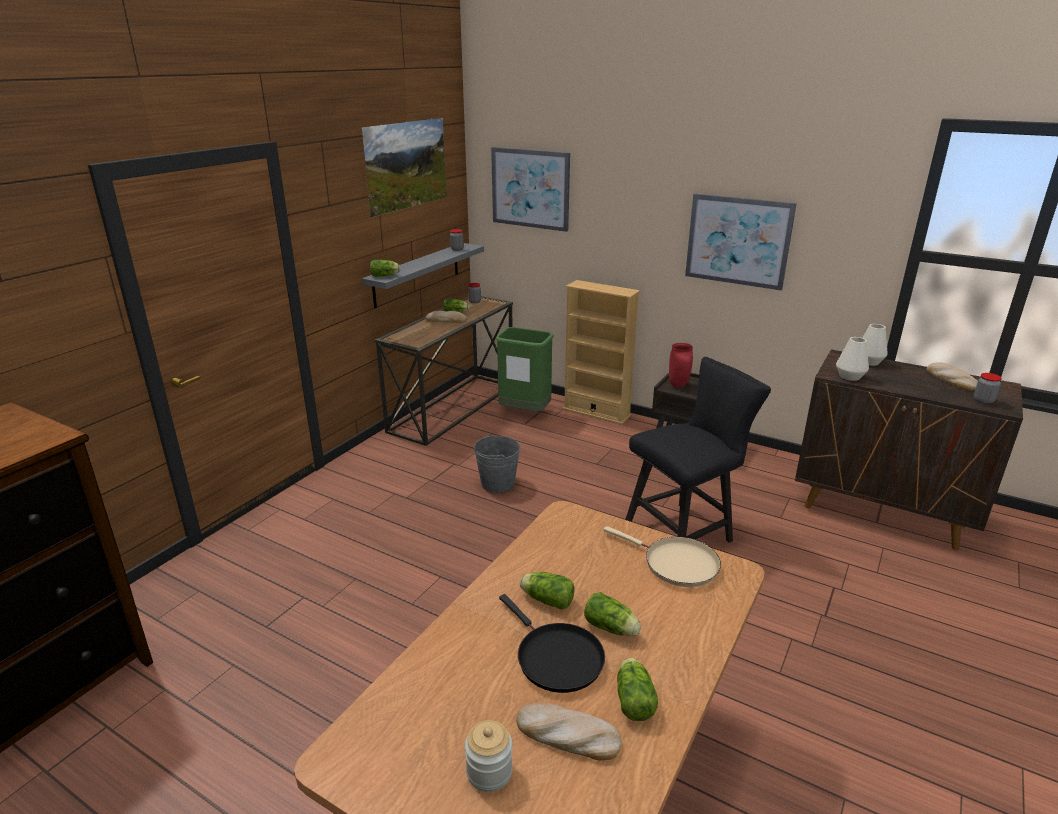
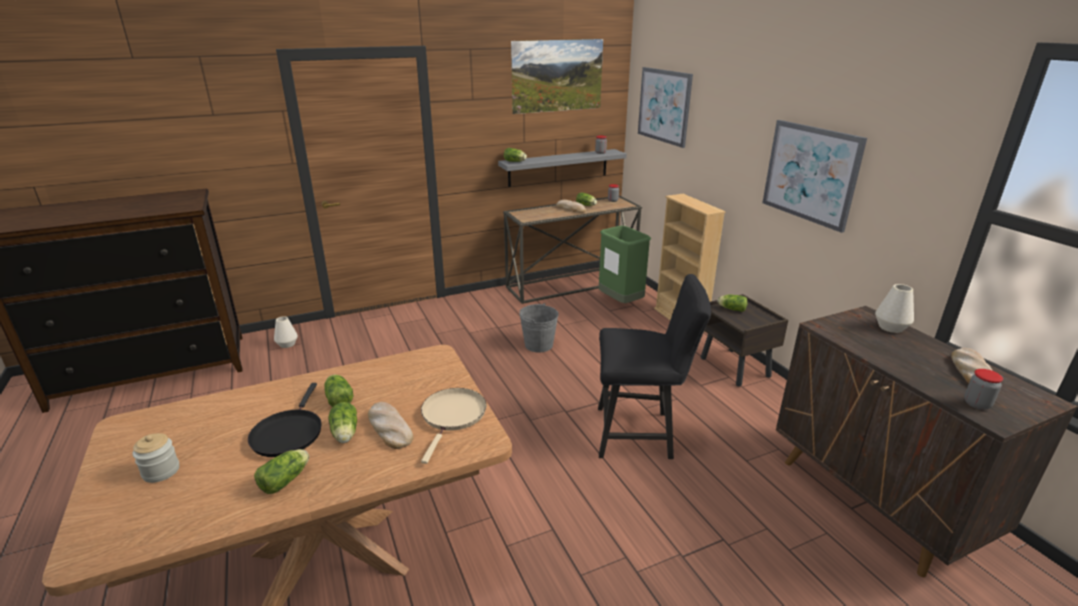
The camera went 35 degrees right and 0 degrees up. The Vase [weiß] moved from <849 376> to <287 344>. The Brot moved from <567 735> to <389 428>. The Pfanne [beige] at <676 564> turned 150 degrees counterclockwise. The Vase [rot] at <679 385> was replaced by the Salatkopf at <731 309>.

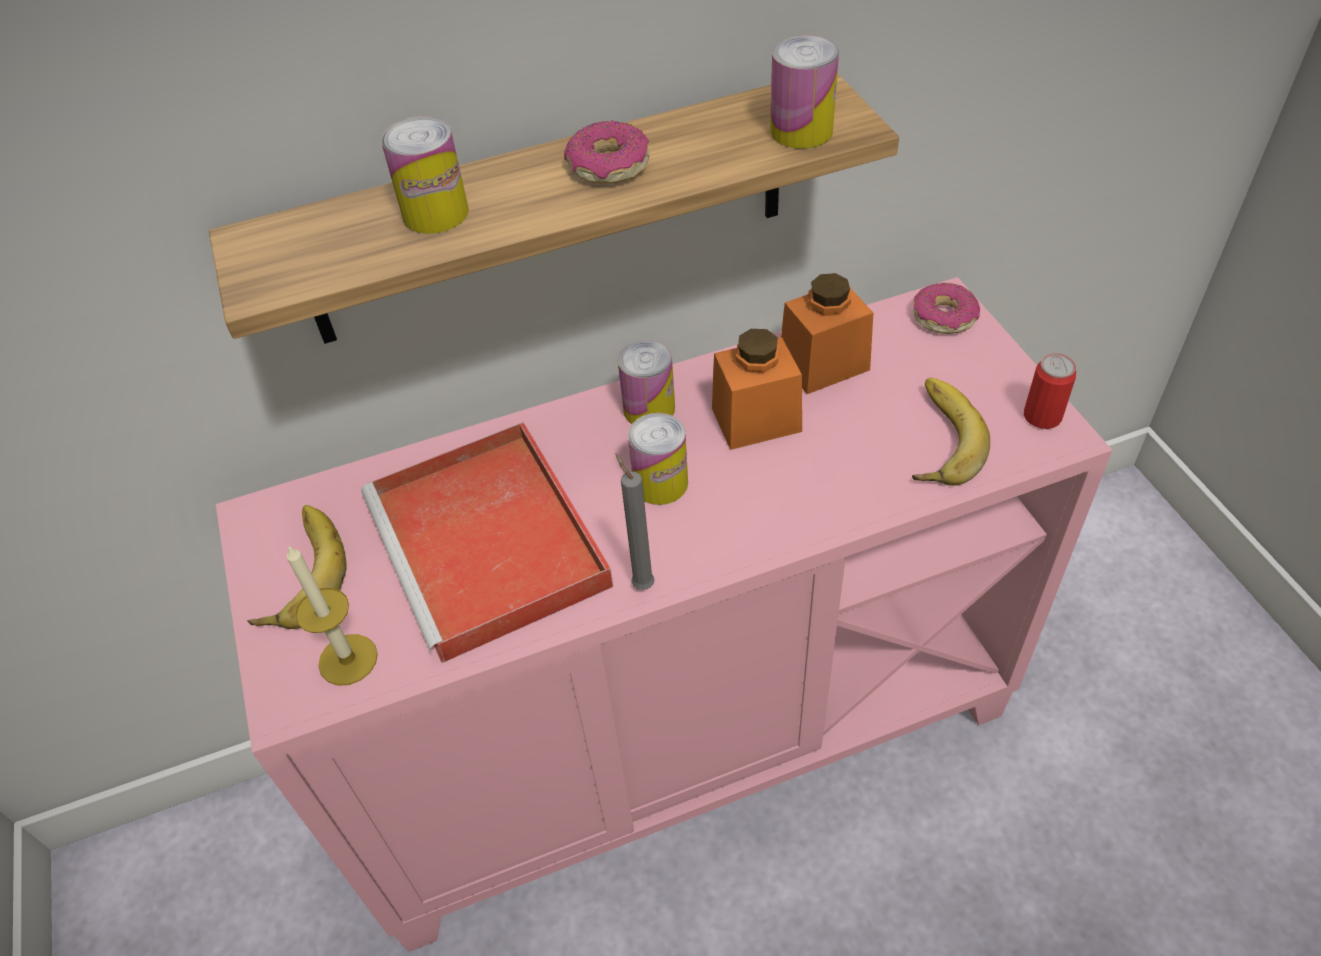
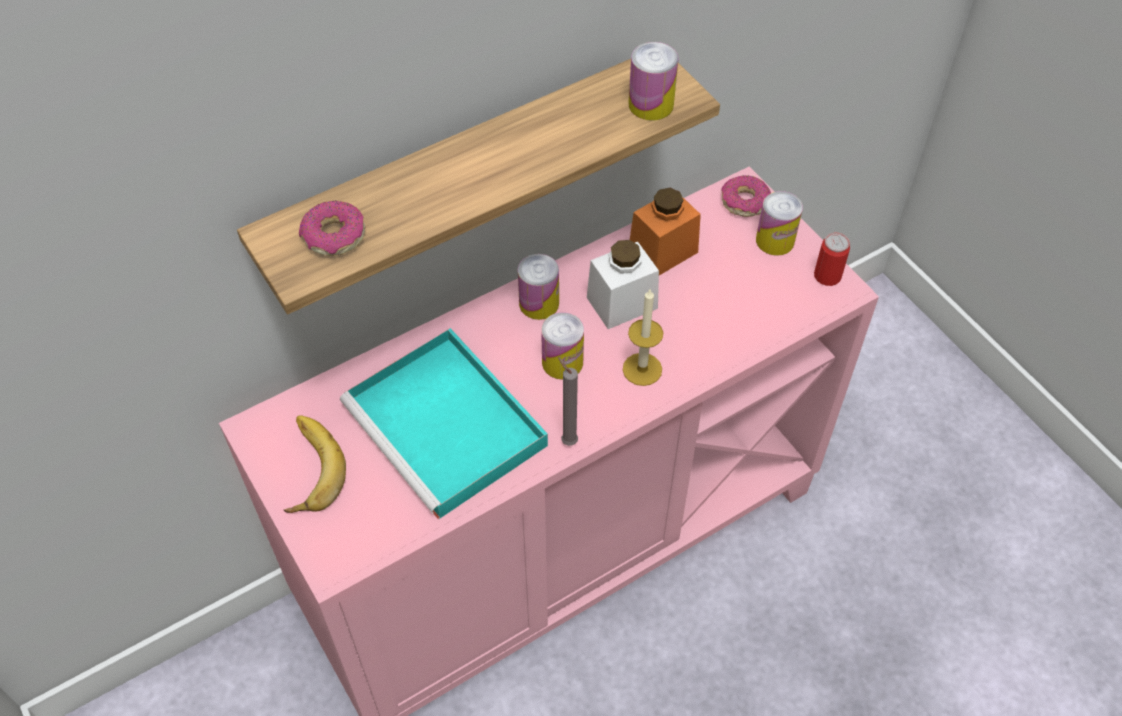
The camera went 15 degrees left and 5 degrees up. The Donut moved from <608 166> to <334 236>. The Tablett [rot] at <491 546> became the Tablett [türkis] at <448 427>. The Vorratsglas [orange] at <756 420> became the Vorratsglas [weiß] at <622 303>. The Kerze moved from <348 659> to <642 369>. The Dose moved from <435 213> to <775 240>. The Banane at <935 439> disappeared.

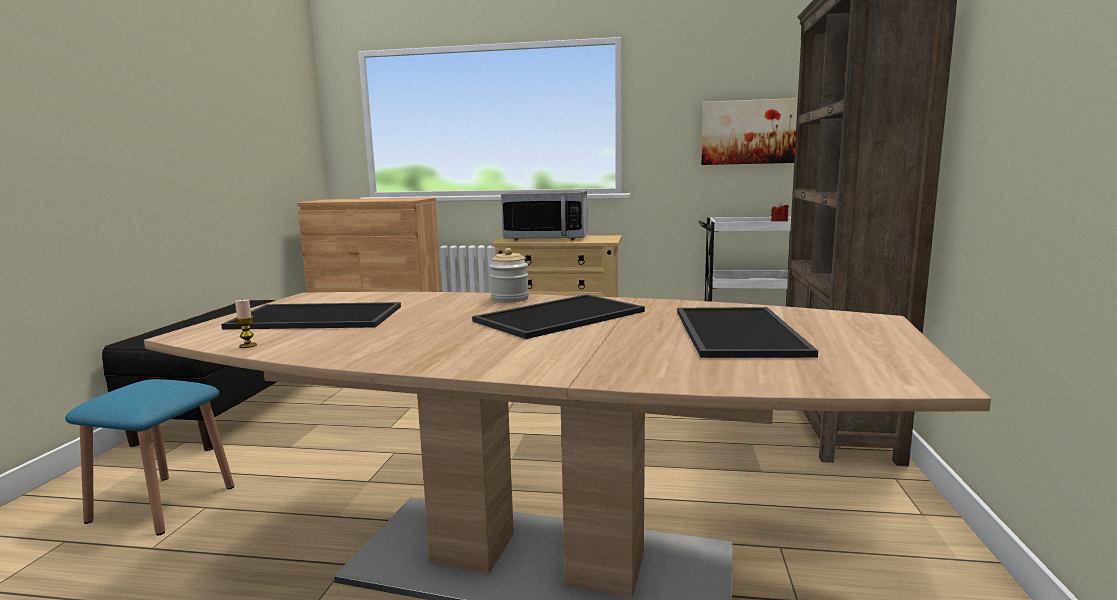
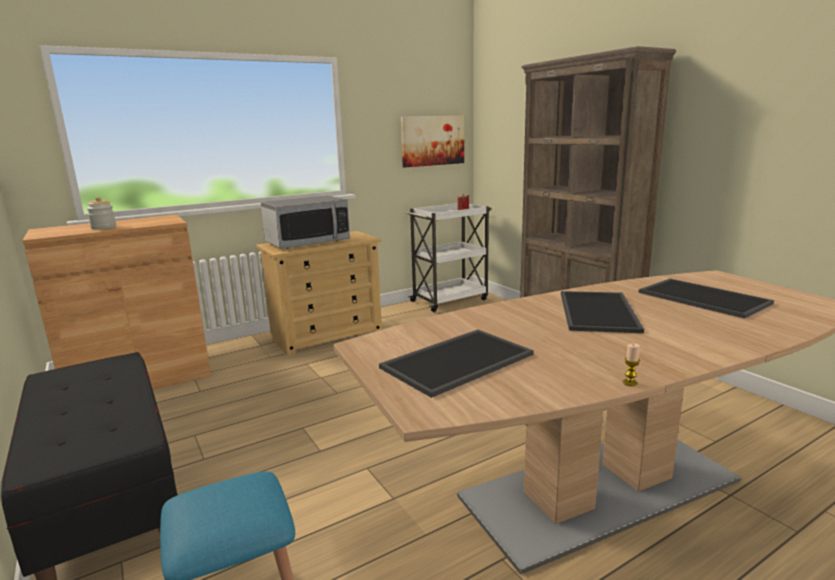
The camera went 40 degrees left and 5 degrees up. The Vorratsglas moved from <510 299> to <104 227>. The Kerze moved from <248 346> to <630 383>.

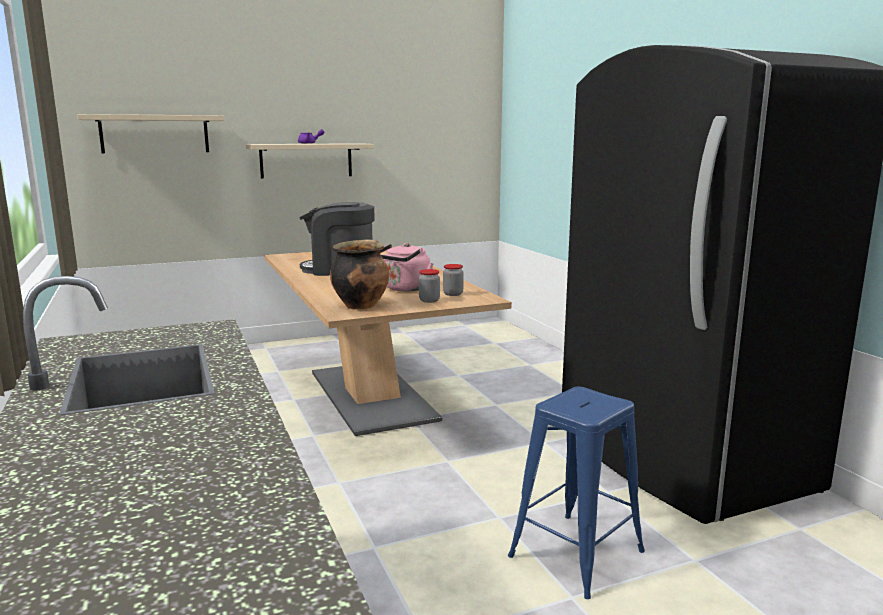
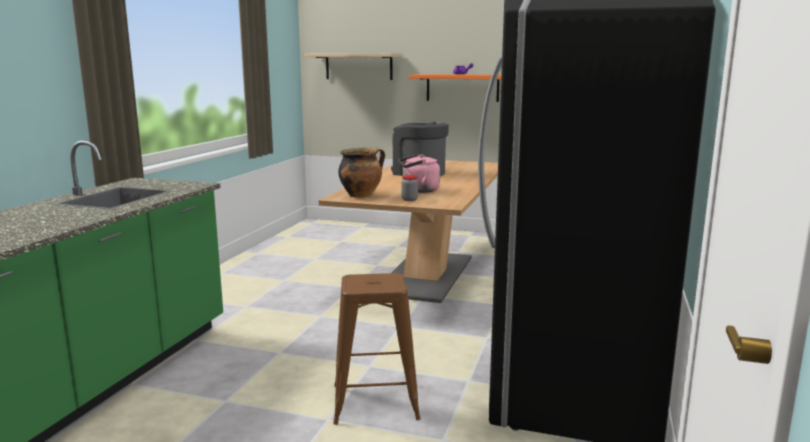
The camera went 40 degrees right and 0 degrees up. The Hocker [blau] at <576 554> became the Hocker [braun] at <375 402>. The Wandregal [beige] at <306 160> became the Wandregal [orange] at <462 87>. The Vorratsglas at <453 294> disappeared.

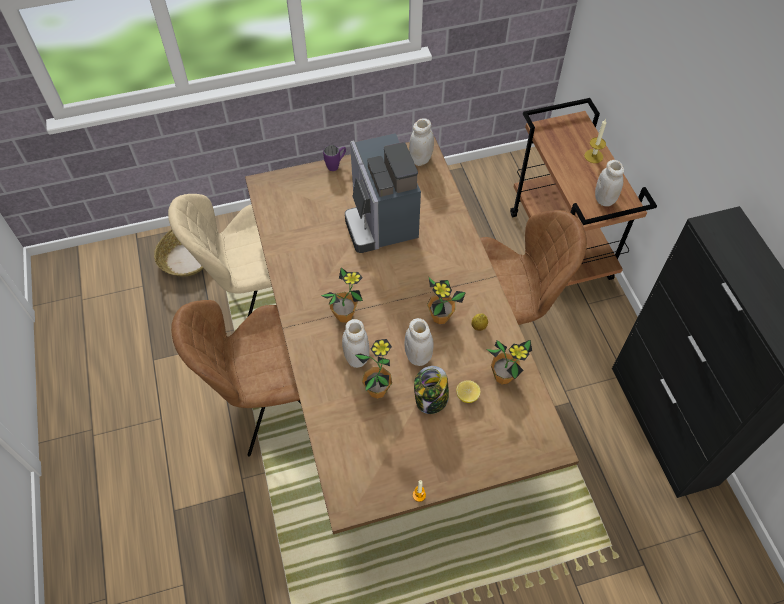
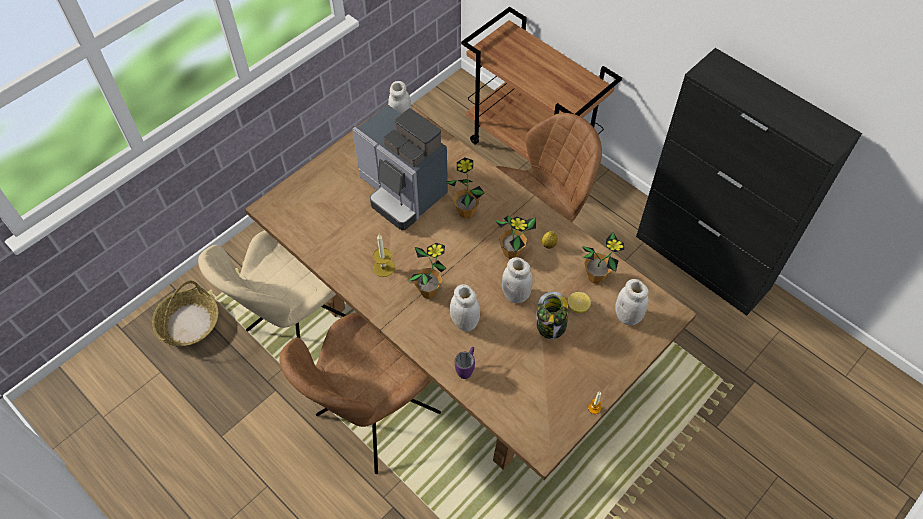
The camera went 30 degrees left and 0 degrees up. The Kerze moved from <593 156> to <383 267>. The Topfpflanze moved from <377 390> to <466 212>. The Henkelbecher [lila] moved from <336 165> to <466 368>. The Vorratsglas [weiß] moved from <604 199> to <627 316>.

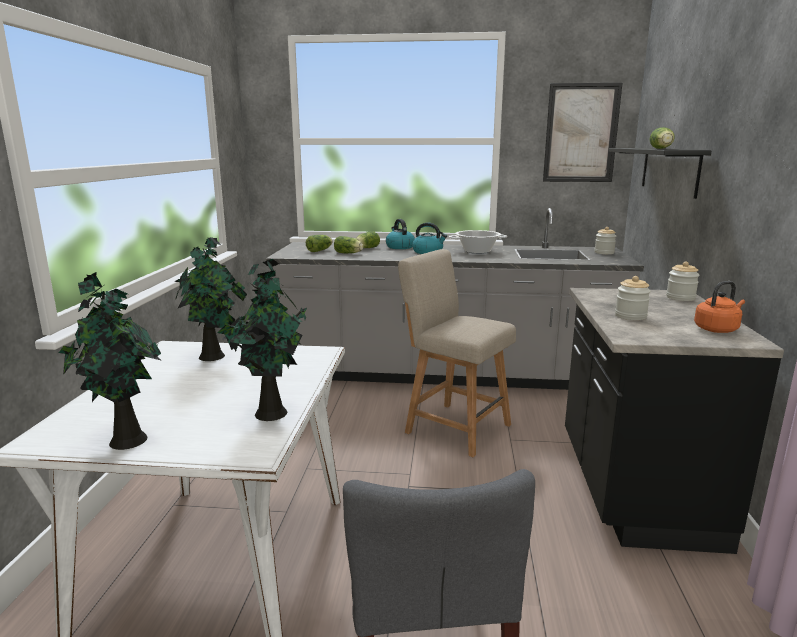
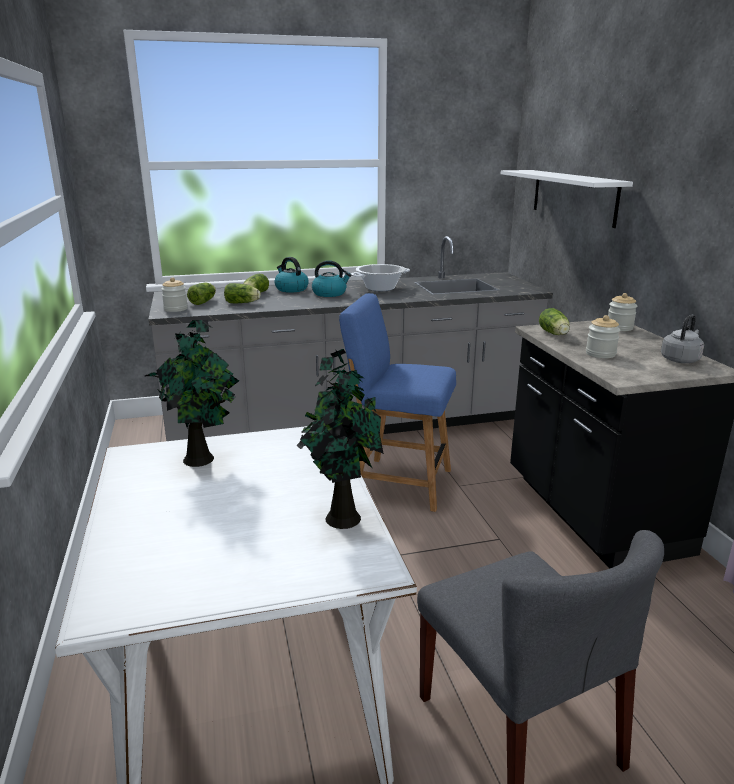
The camera went 20 degrees left and 5 degrees up. The Vorratsglas moved from <604 252> to <176 309>. The Stuhl [beige] at <453 427> became the Stuhl [blau] at <397 482>. The Wandregal [schwarz] at <669 170> became the Wandregal [weiß] at <573 196>. The Salatkopf moved from <661 148> to <554 334>. The Wasserkessel [orange] at <717 329> became the Wasserkessel [grau] at <680 359>. The Topfpflanze at <125 440> disappeared. The Bild at <581 133> disappeared.

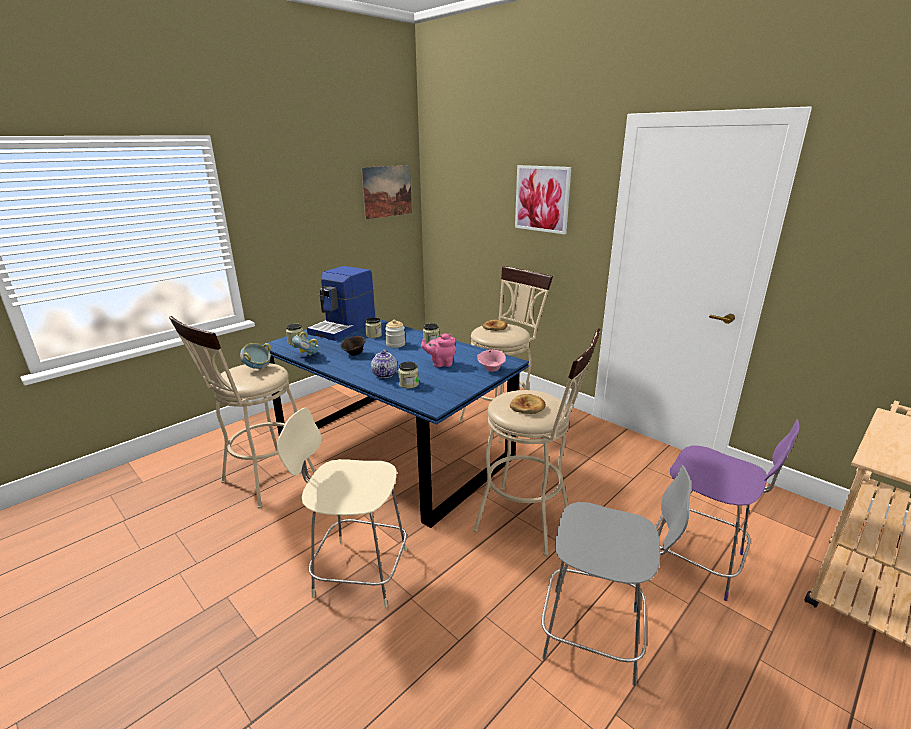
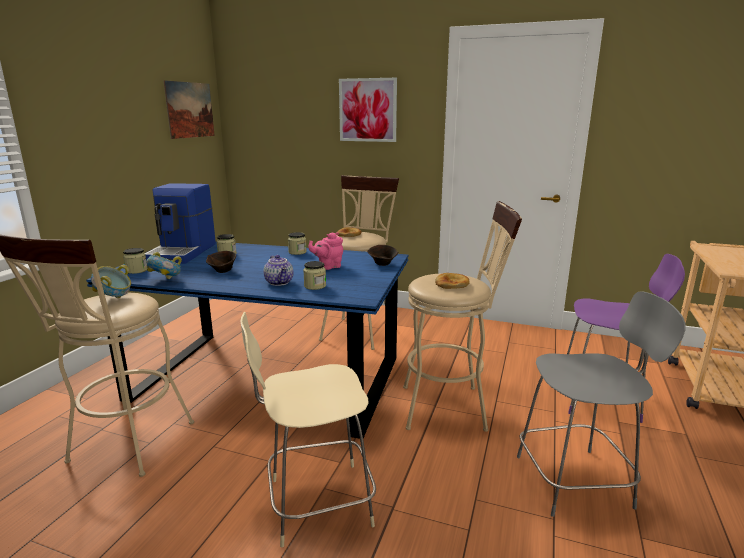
The camera went 25 degrees left and 5 degrees down. The Schüssel [rosa] at <491 369> became the Schüssel [braun] at <383 264>. The Vorratsglas at <395 344> disappeared.

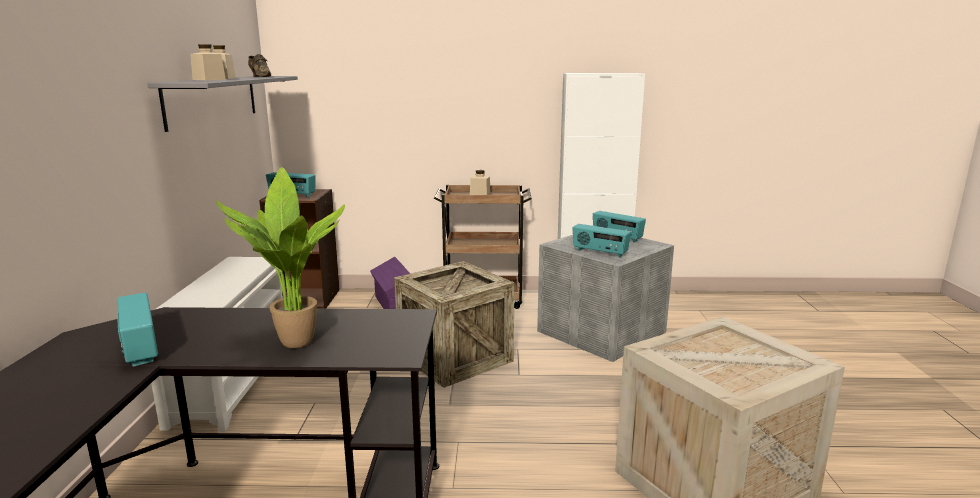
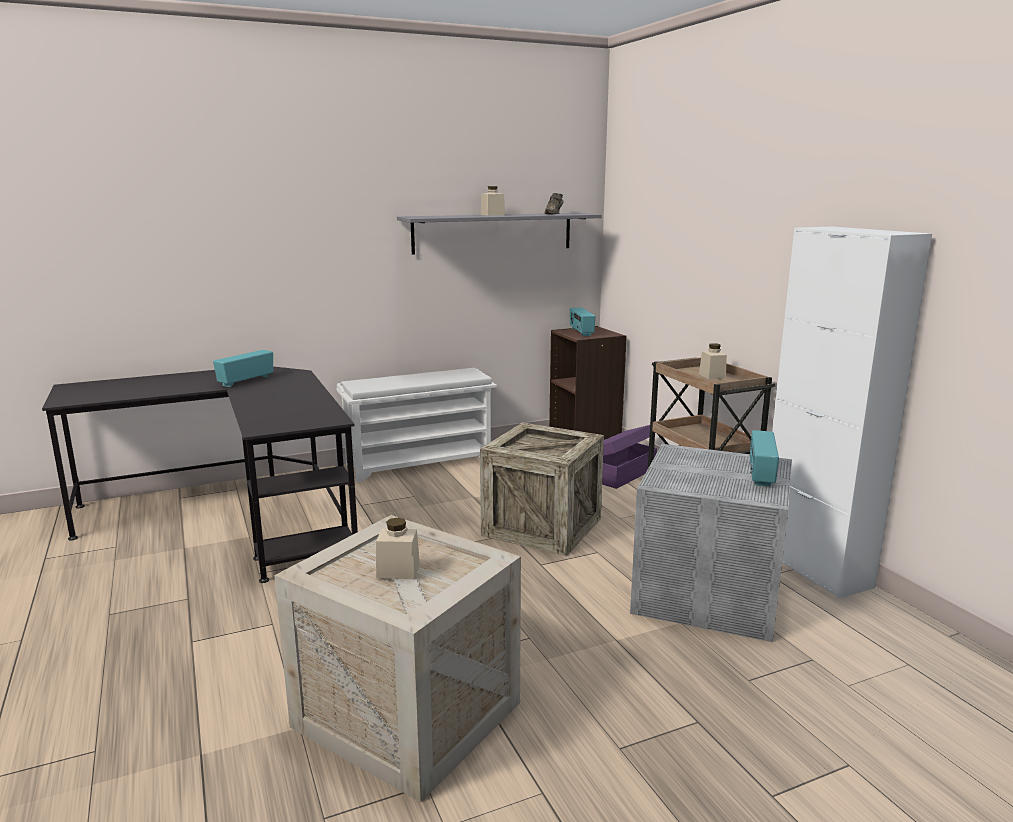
The camera went 65 degrees right and 0 degrees up. The Vorratsglas [beige] moved from <209 79> to <398 571>. The Topfpflanze at <291 343> disappeared. The Radio at <599 252> disappeared.

